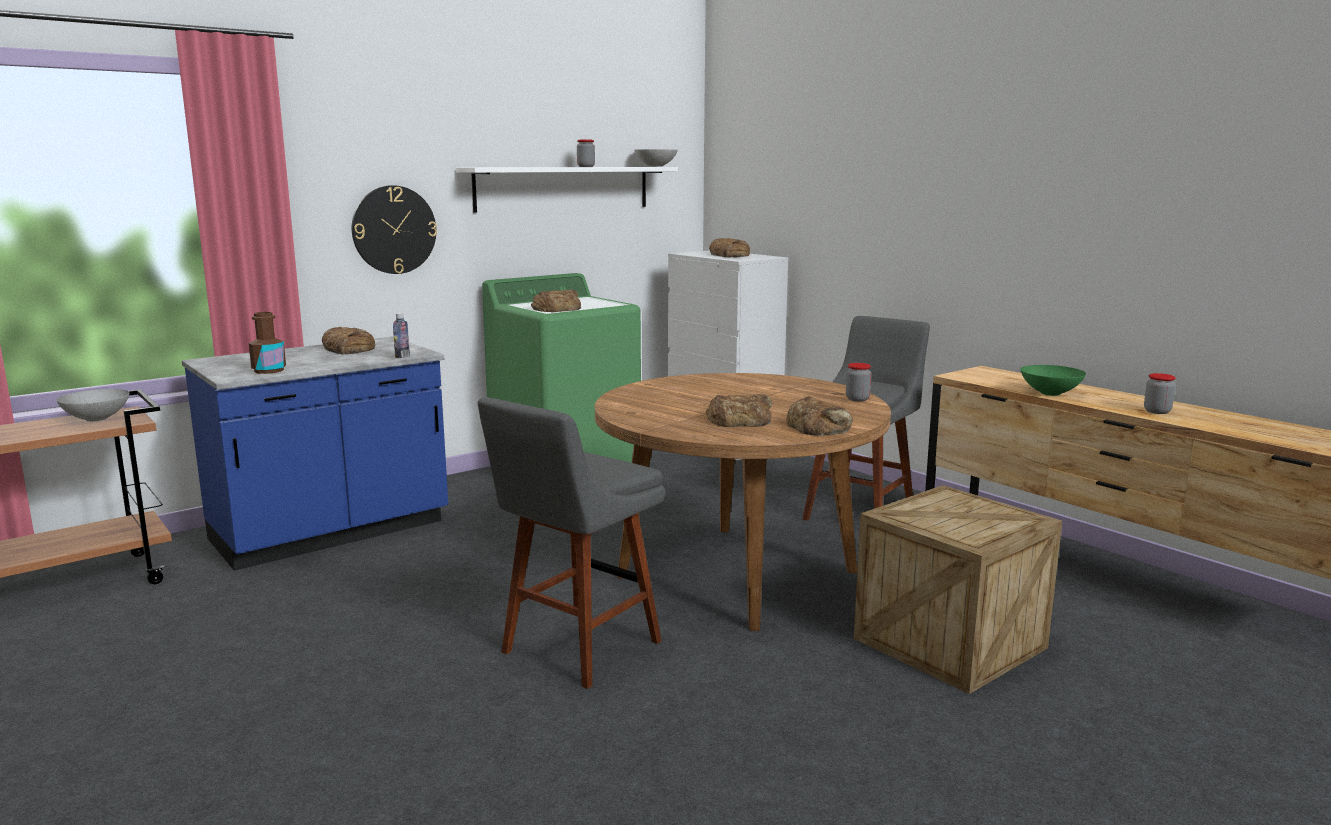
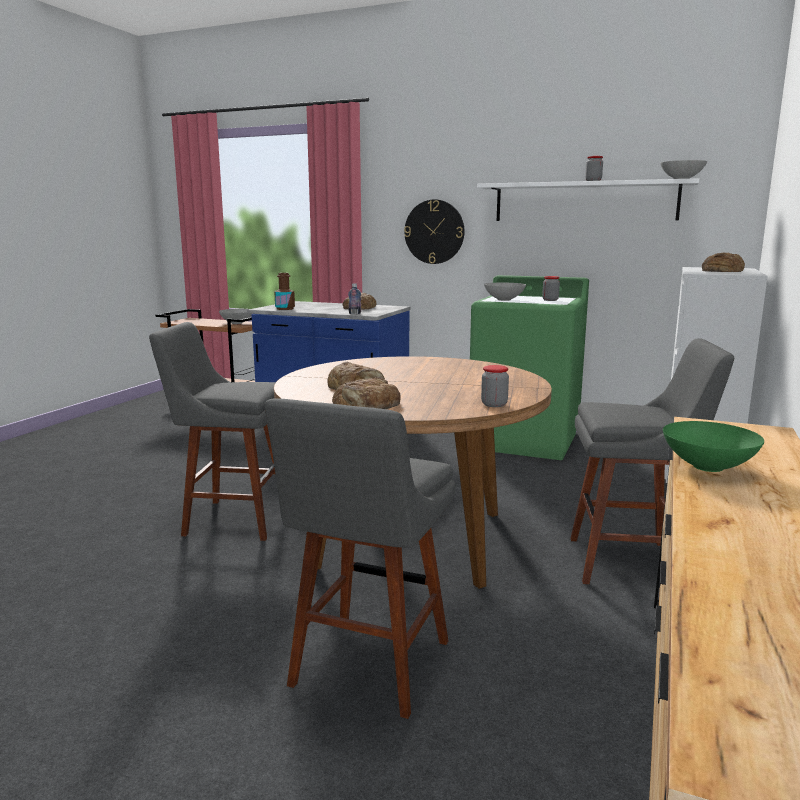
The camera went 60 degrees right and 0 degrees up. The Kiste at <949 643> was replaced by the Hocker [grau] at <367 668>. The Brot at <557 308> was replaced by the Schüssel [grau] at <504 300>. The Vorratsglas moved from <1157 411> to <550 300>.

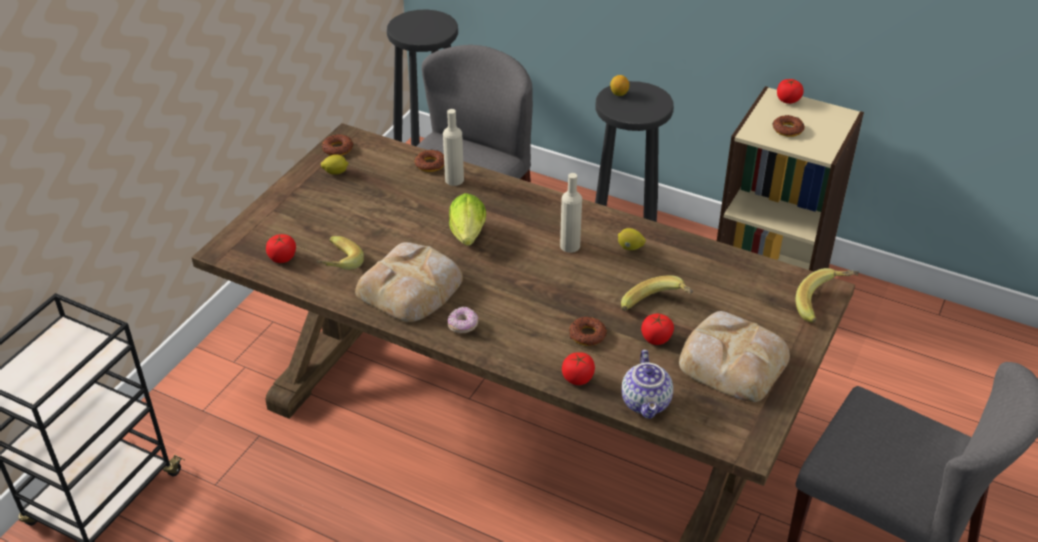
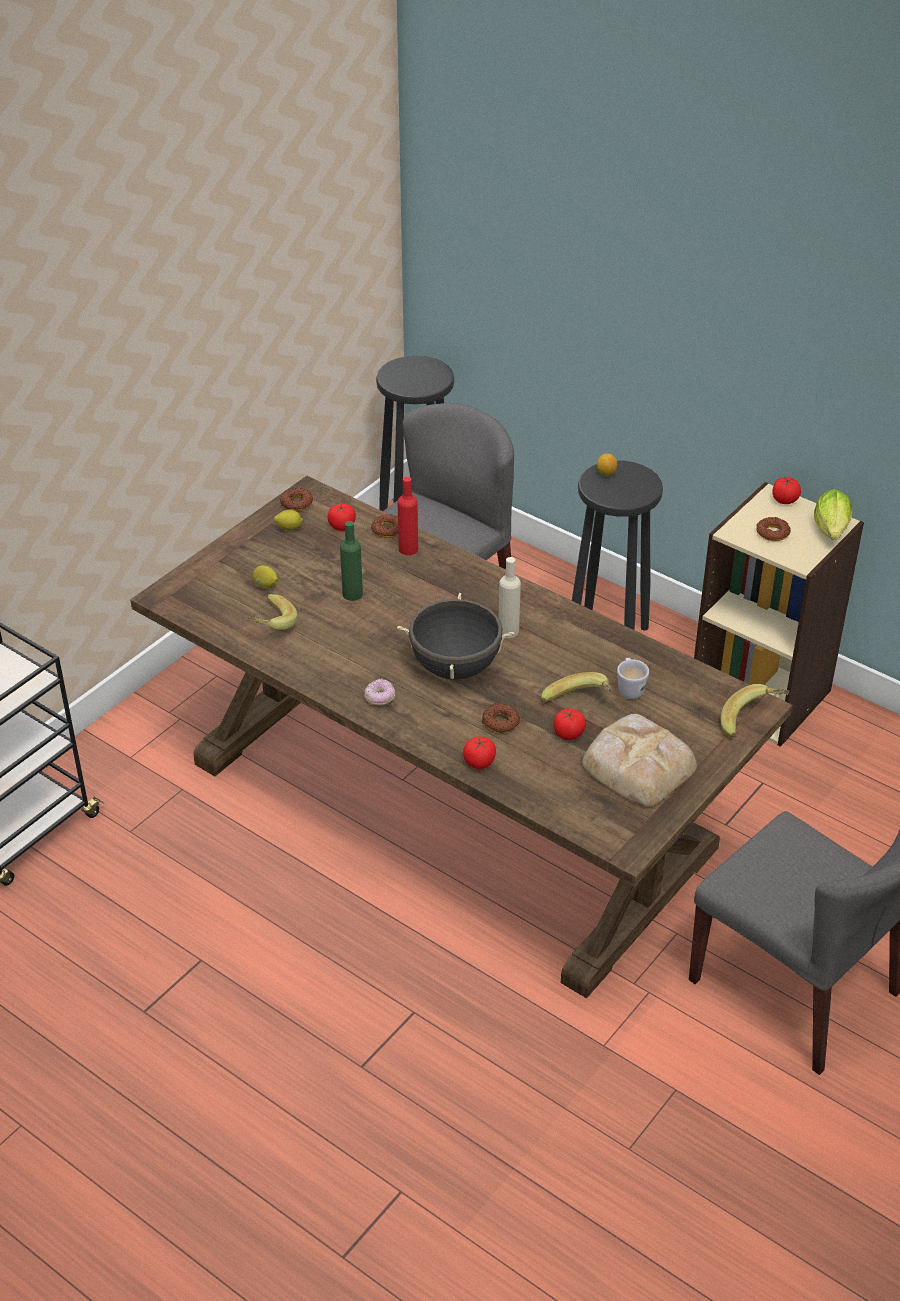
The camera went 10 degrees right and 0 degrees up. The Zitrone moved from <630 247> to <265 585>. The Tomate moved from <282 258> to <342 526>. The Flasche [grün] at <352 594> appeared. The Kochtopf [schwarz] at <455 667> appeared. The Flasche [beige] at <454 180> became the Flasche [rot] at <408 549>. The Henkelbecher [weiß] at <630 688> appeared. The Salatkopf moved from <468 237> to <831 532>. The Brot at <412 287> disappeared. The Teekanne at <647 403> disappeared.

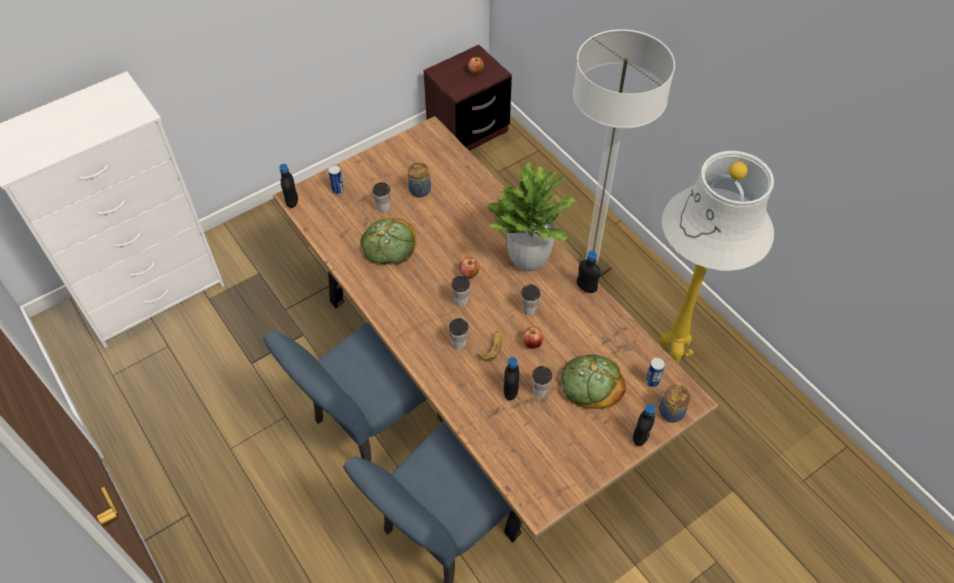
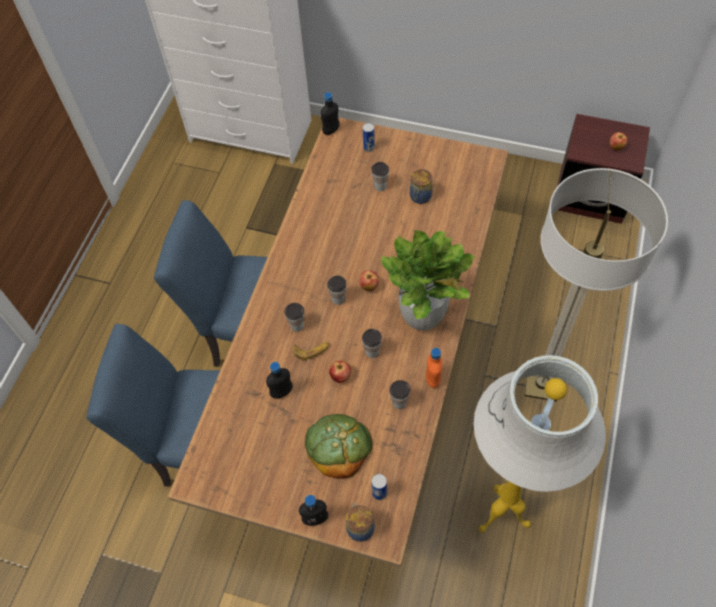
The camera went 55 degrees right and 5 degrees up. The Tasse moved from <540 391> to <399 402>. The Flasche [schwarz] at <586 288> became the Flasche [orange] at <432 379>. The Brot at <389 245> disappeared.

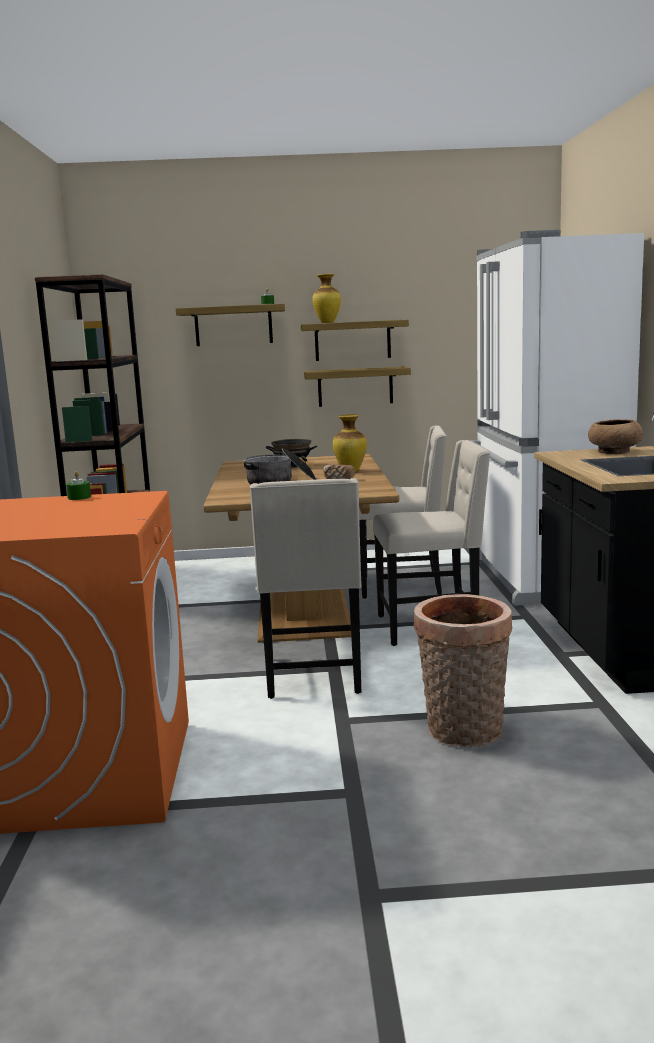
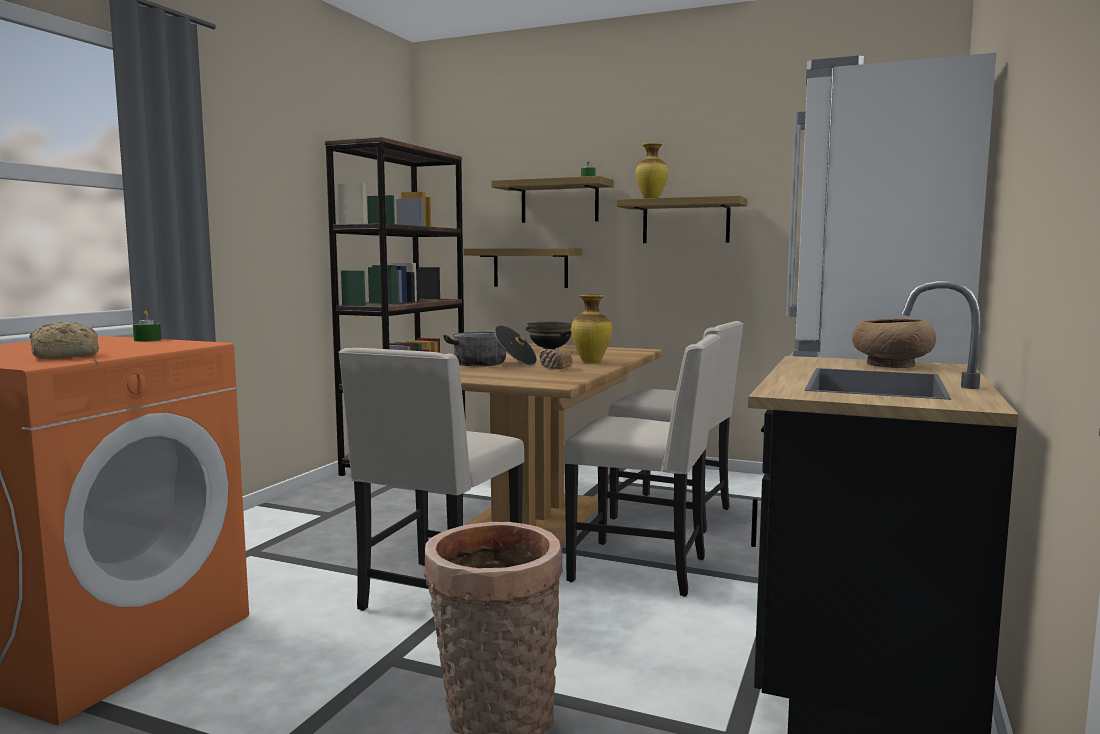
The camera went 25 degrees right and 5 degrees down. The Brot at <63 356> appeared. The Wandregal moved from <355 386> to <530 268>.

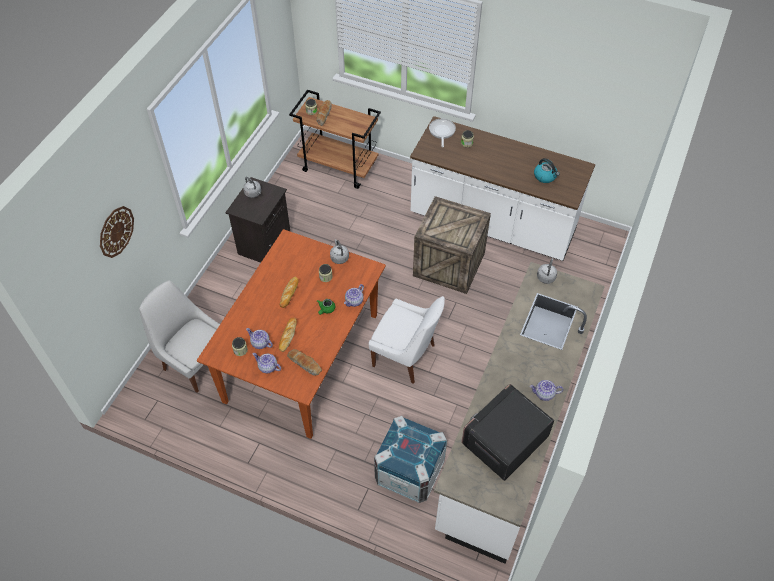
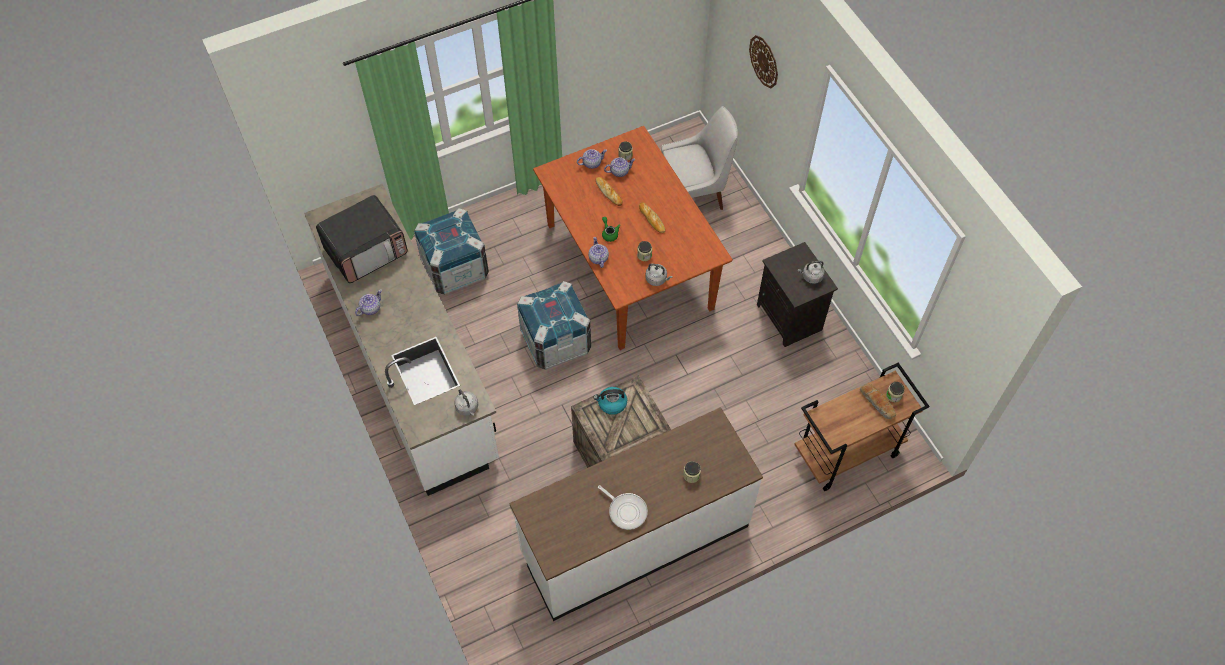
The camera went 130 degrees right and 5 degrees up. The Mikrowelle at <504 441> turned 60 degrees clockwise. The Stuhl [weiß] at <406 356> was replaced by the Kiste at <555 341>. The Wasserkessel moved from <545 176> to <611 404>. The Pfanne moved from <442 132> to <626 511>. The Brot at <305 364> disappeared.

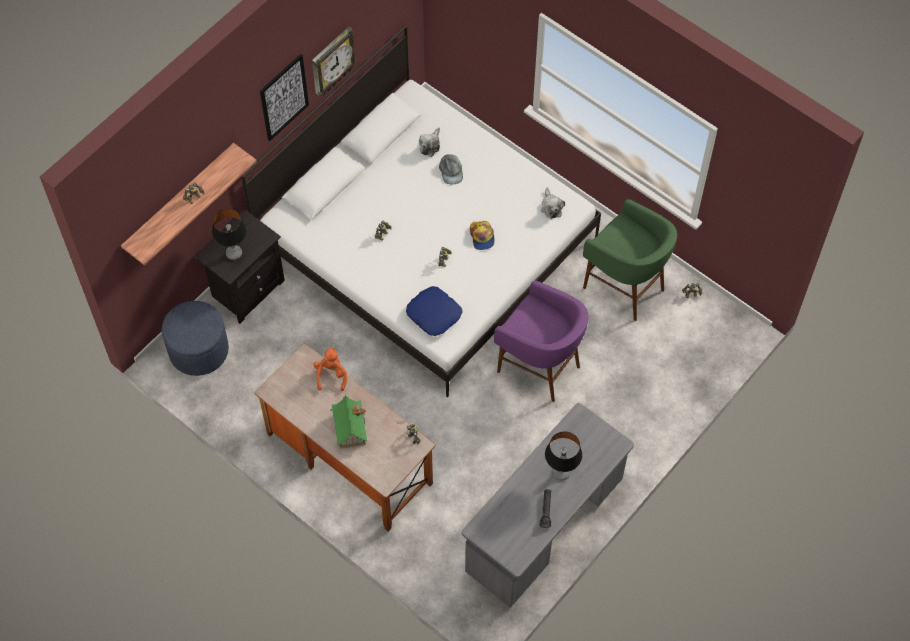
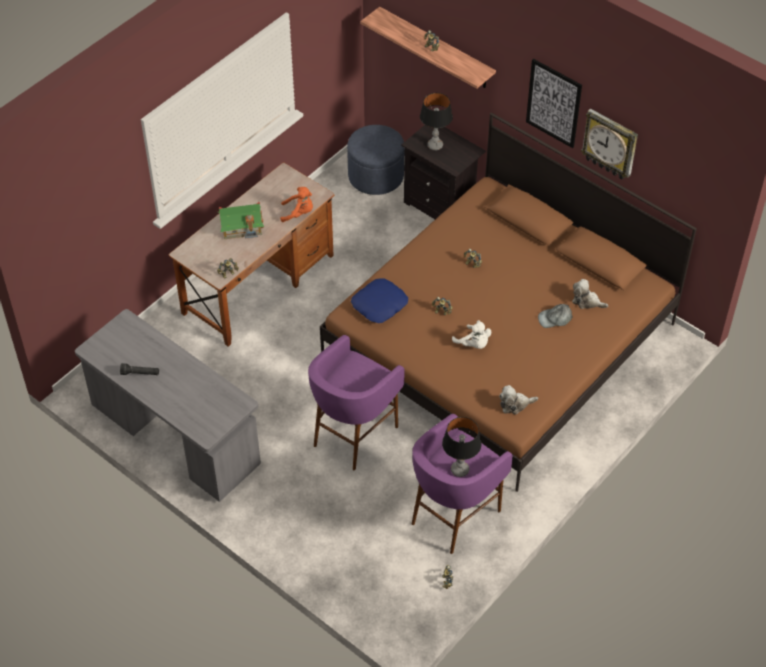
The camera went 90 degrees right and 10 degrees down. The Bett [weiß] at <427 244> became the Bett [braun] at <500 341>. The Hocker [grün] at <625 287> became the Hocker [lila] at <453 516>. The Tischlampe moved from <560 473> to <460 470>. The Kappe at <482 237> was replaced by the Plüschtier [weiß] at <473 344>.

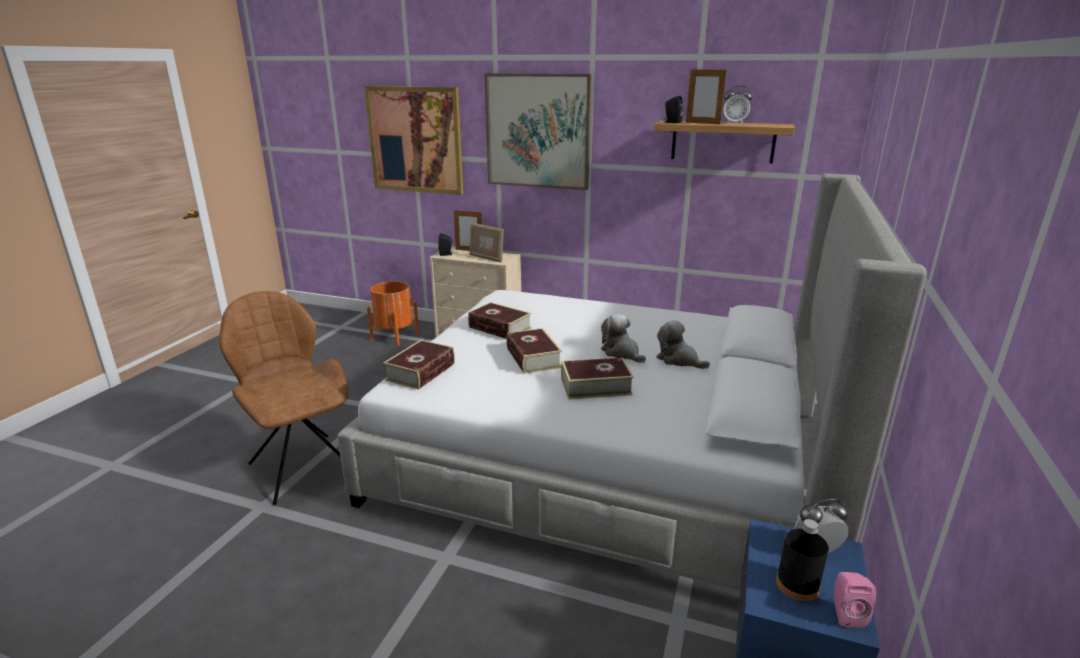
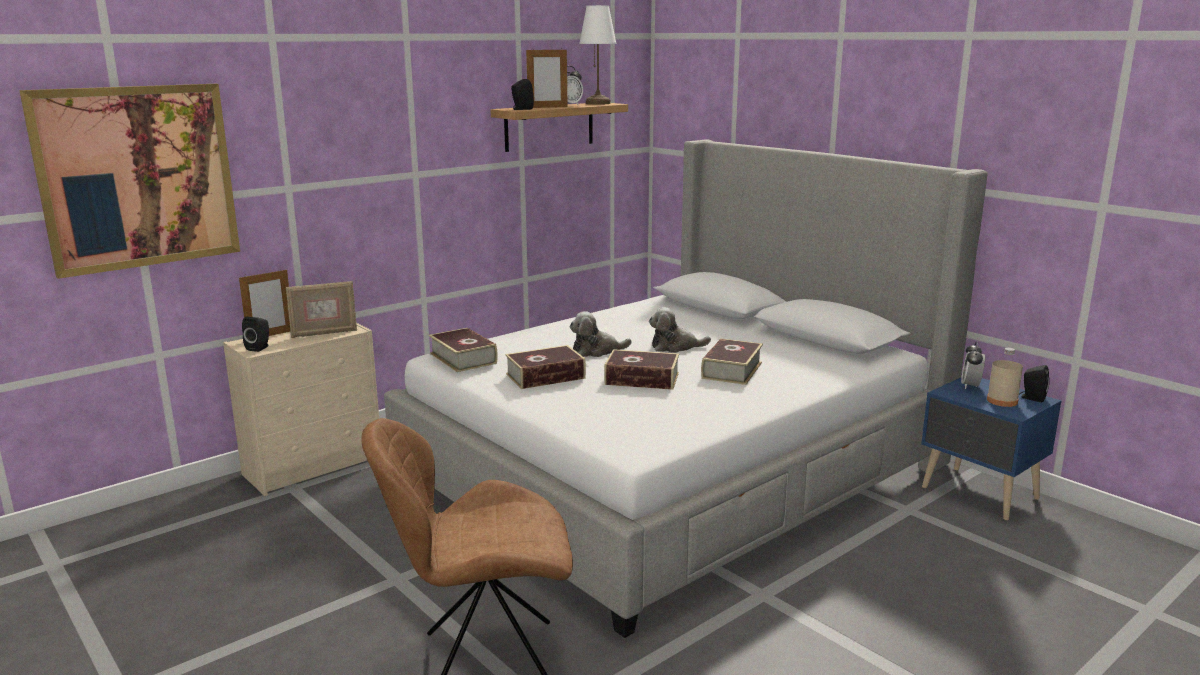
The camera went 60 degrees left and 5 degrees down. The Buch moved from <421 372> to <463 358>. The Plüschtier moved from <679 360> to <596 351>. The Tischlampe [weiß] at <598 103> appeared. The Flasche [schwarz] at <797 585> became the Flasche [beige] at <1002 401>. The Lautsprecher [rosa] at <845 614> became the Lautsprecher [schwarz] at <1032 398>. The Pflanzkübel [orange] at <395 336> disappeared. The Bild at <537 131> disappeared.

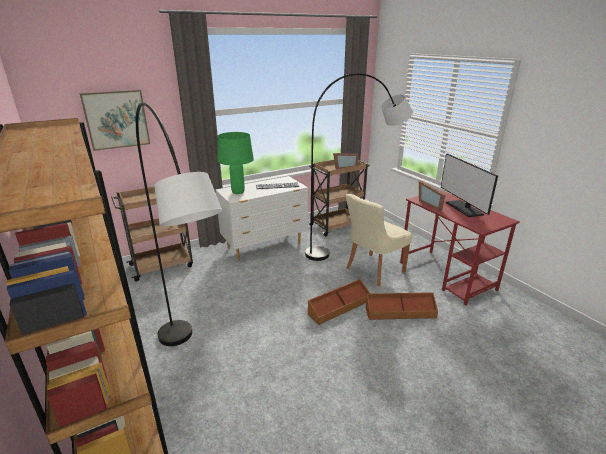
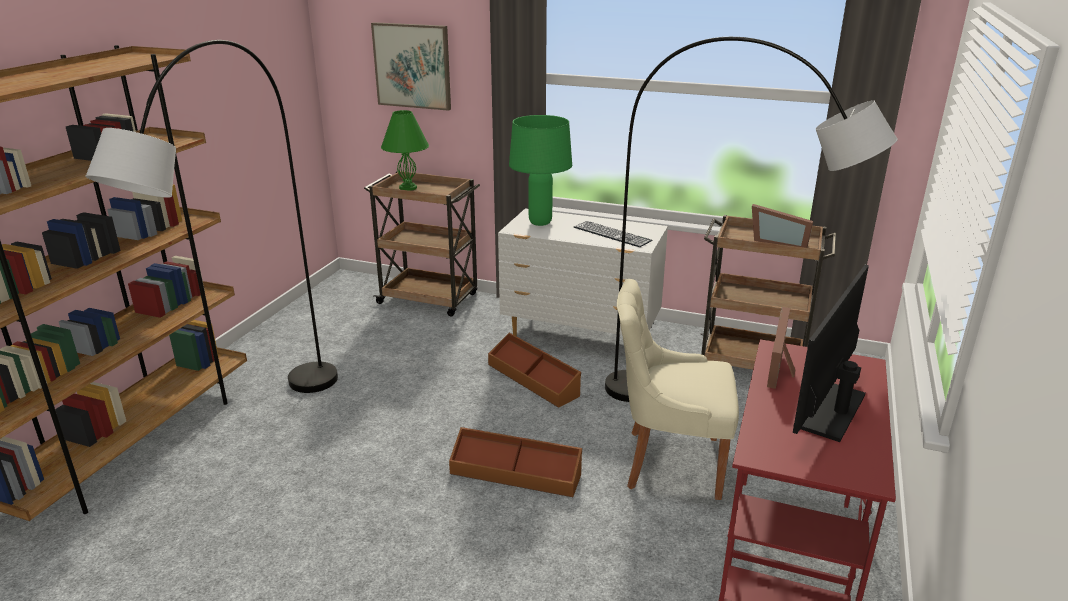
The camera went 50 degrees right and 0 degrees up. The Tischlampe [grün] at <408 188> appeared. The Aufbewahrungsbox [braun] moved from <400 312> to <533 379>.

